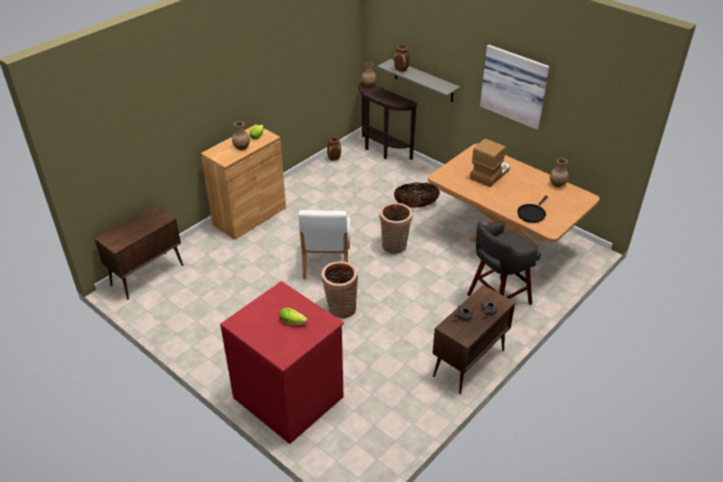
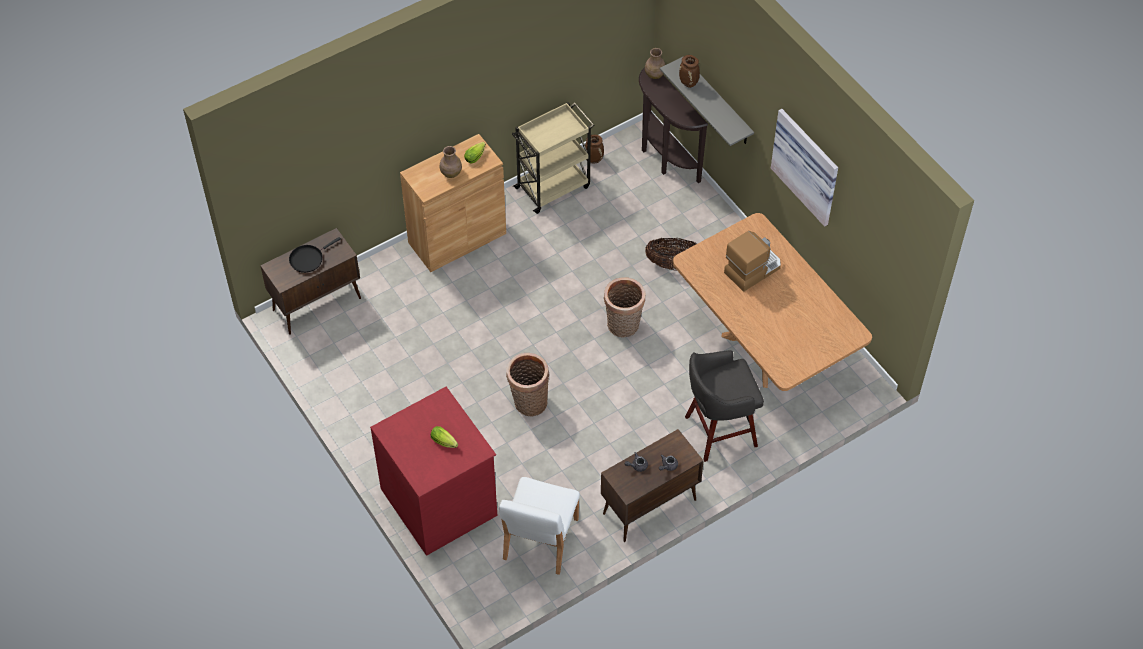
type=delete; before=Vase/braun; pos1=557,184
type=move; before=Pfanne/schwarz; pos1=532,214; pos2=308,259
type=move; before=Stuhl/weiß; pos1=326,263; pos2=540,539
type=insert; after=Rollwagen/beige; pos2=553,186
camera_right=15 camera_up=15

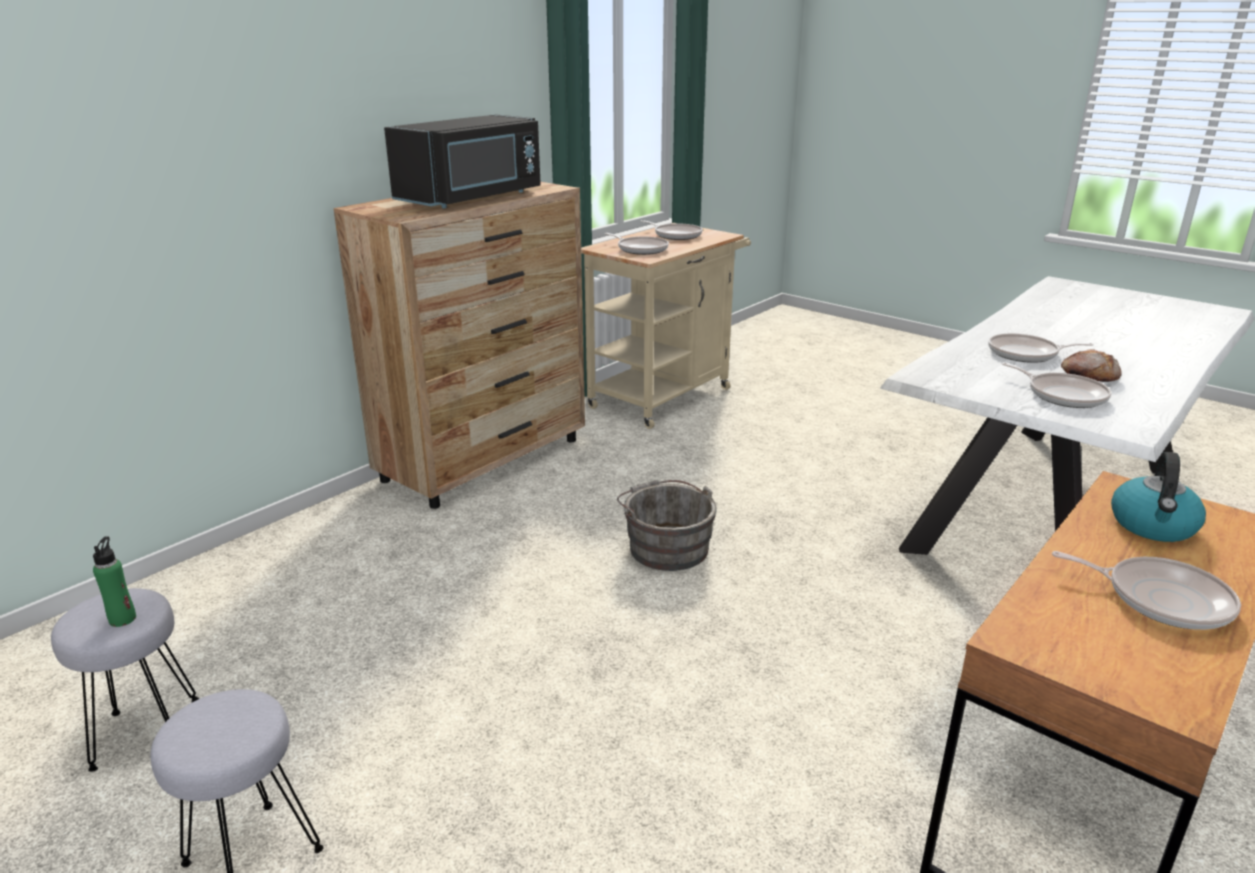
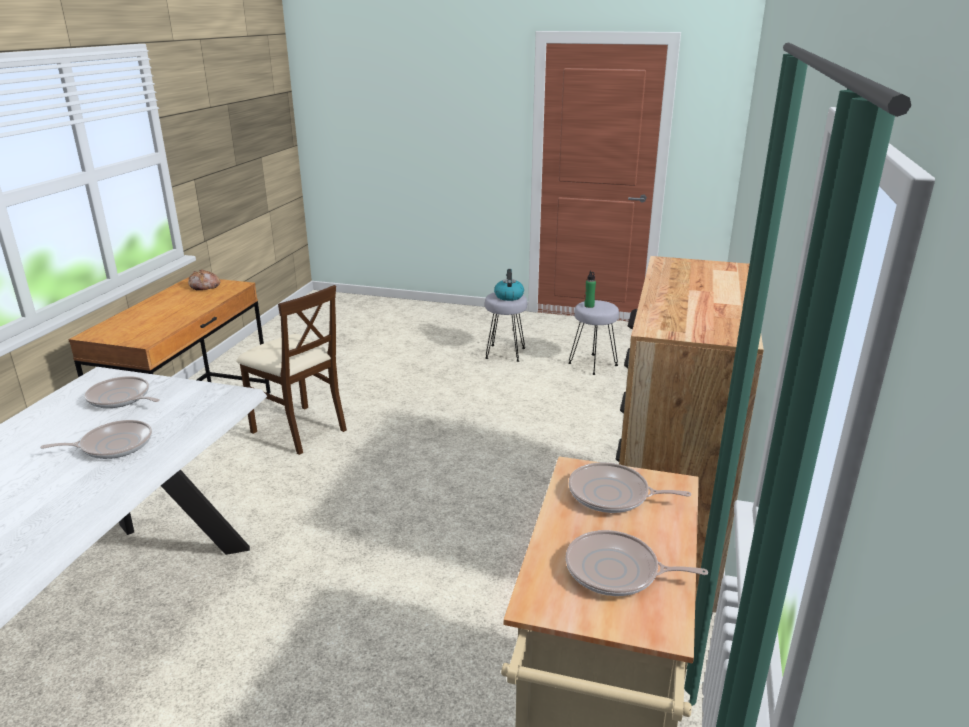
type=delete; before=Mikrowelle/schwarz; pos1=473,198
type=move; before=Brot; pos1=1088,375; pos2=204,286
type=move; before=Wasserkessel; pos1=1153,526; pos2=508,296
type=delete; before=Eimer/grau; pos1=666,546
type=delete; before=Pfanne; pos1=1161,599
type=insert; after=Stuhl/beige; pos2=299,429
camera_right=155 camera_up=0

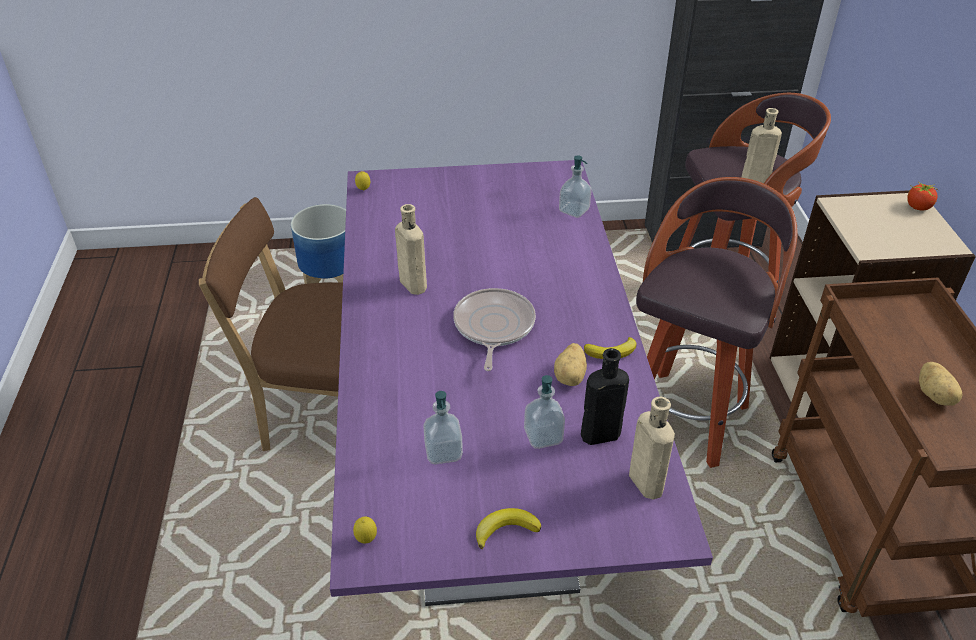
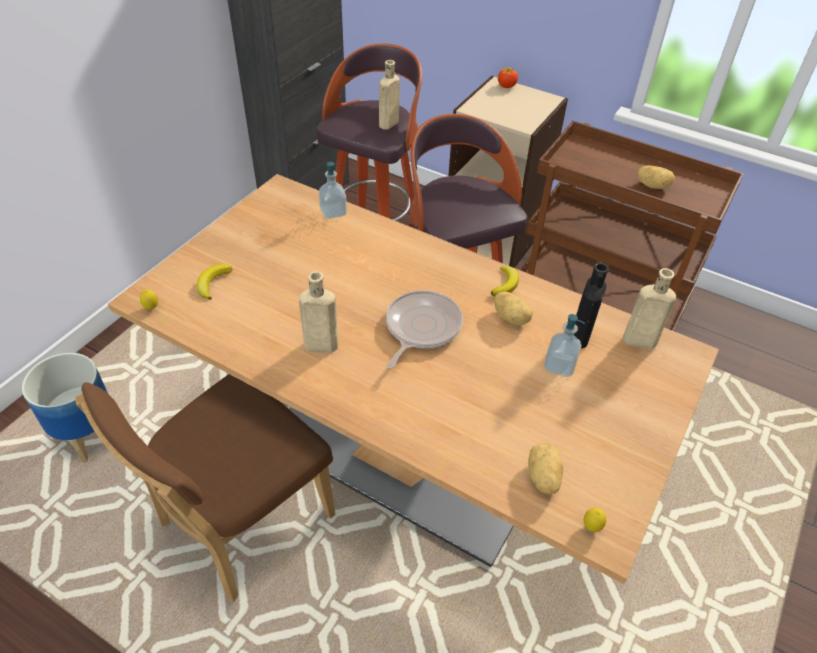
type=recolor; before=Esstisch/lila; after=Esstisch/beige; pos1=487,474; pos2=403,454
type=rotate; before=Pfanne; pos1=493,327; pos2=421,328; turn=75
type=delete; before=Seifenspender; pos1=443,452
type=move; before=Banane; pos1=506,529; pos2=212,283
type=insert; after=Kartoffel; pos2=542,477
camera_right=-55 camera_up=5

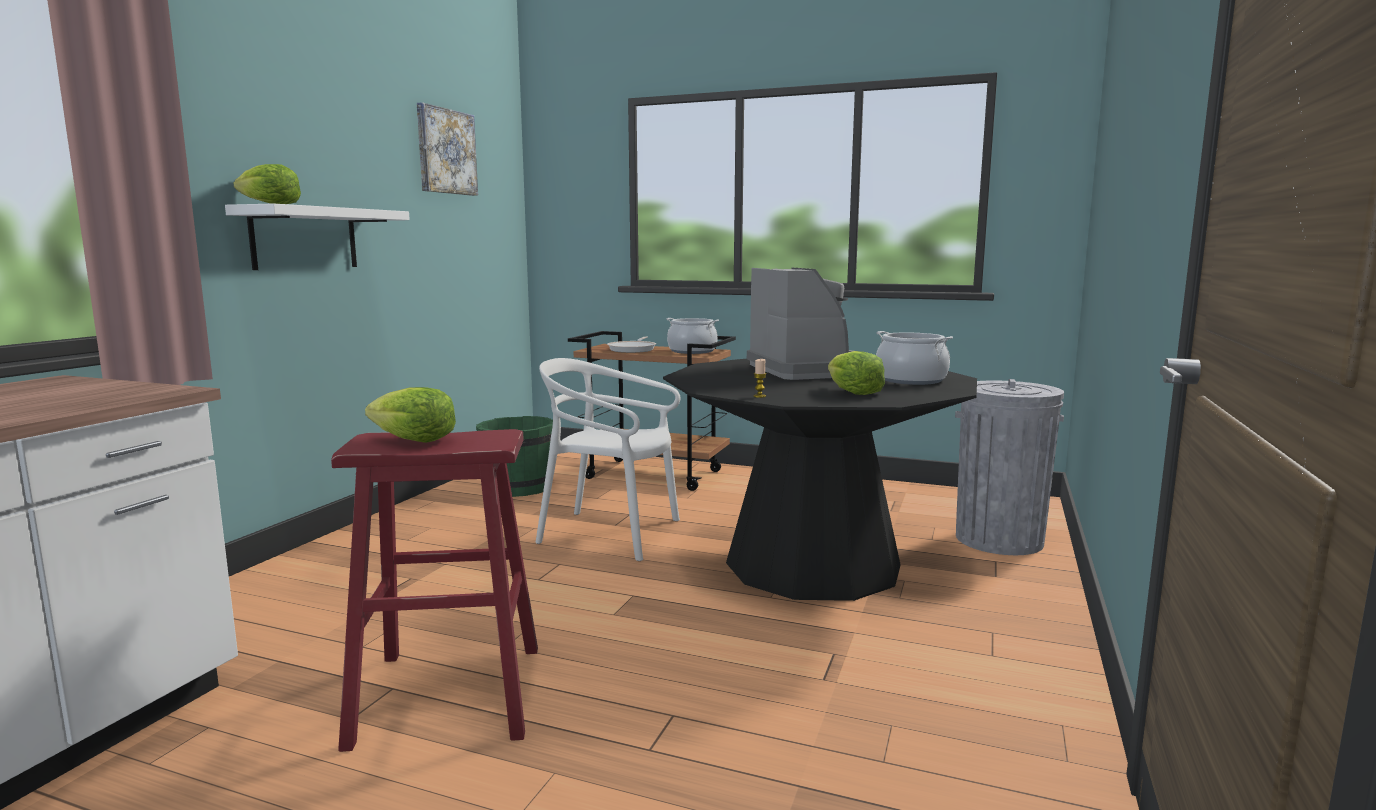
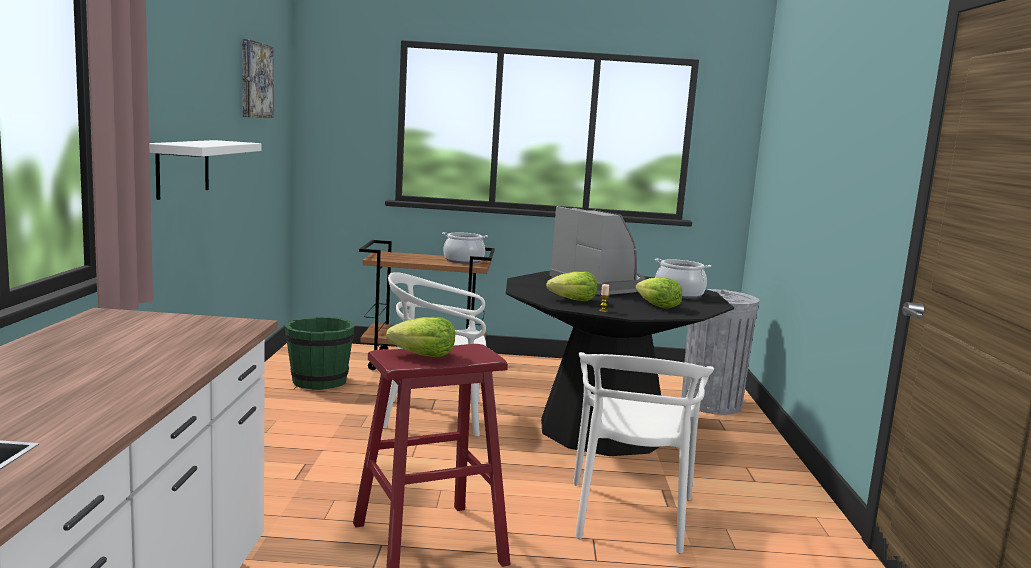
type=move; before=Salatkopf; pos1=269,204; pos2=573,300
type=delete; before=Pfanne; pos1=633,349
type=insert; after=Stuhl/weiß; pos2=630,515
camera_right=-20 camera_up=0

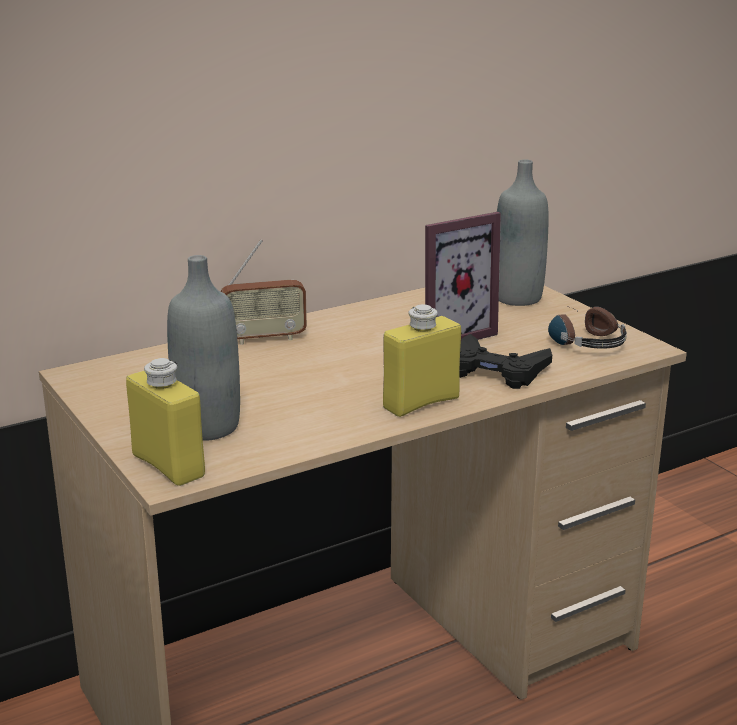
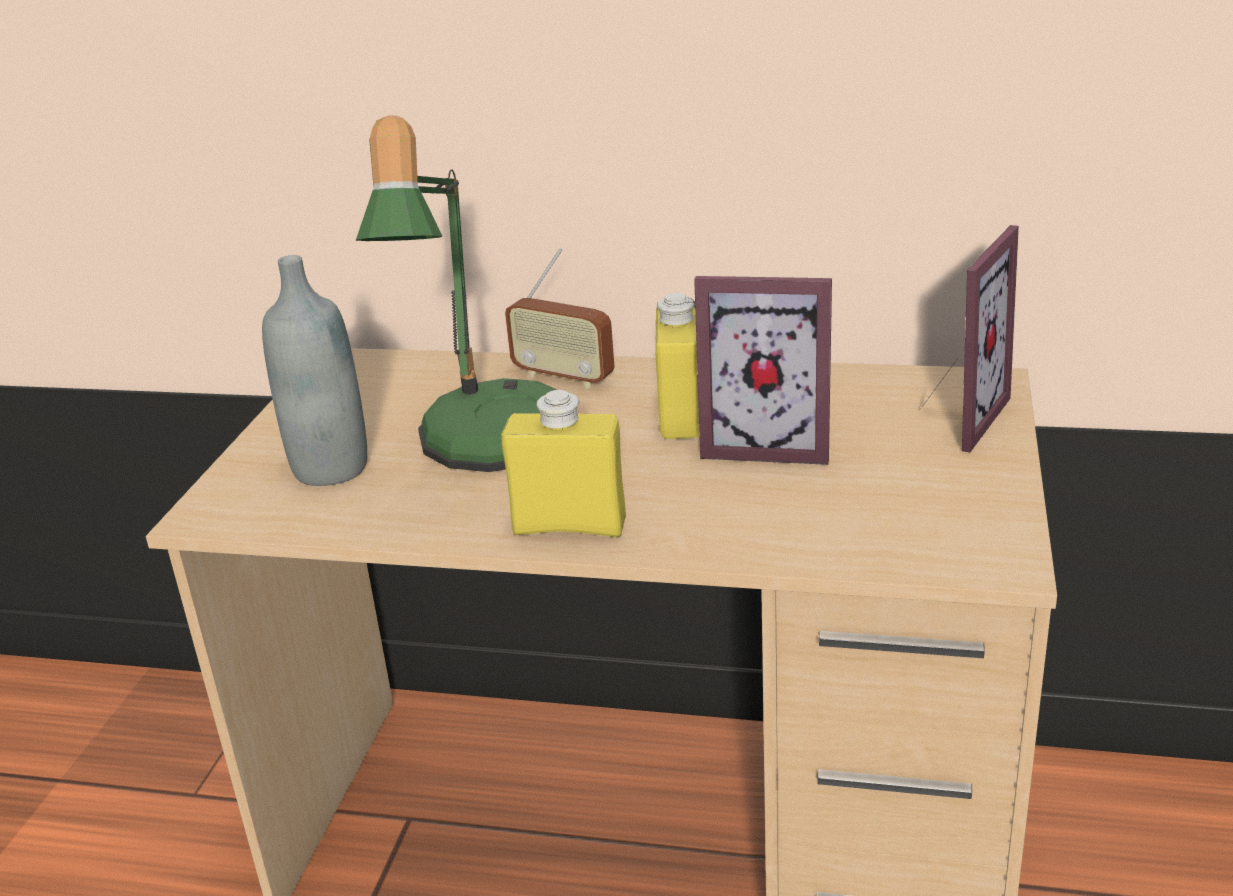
type=replace; before=Flasche/grau; after=Bilderrahmen; pos1=517,298; pos2=955,417
type=delete; before=Kopfhörer; pos1=581,339
type=delete; before=Gamepad/schwarz; pos1=496,370
type=move; before=Flasche/gelb; pos1=168,466; pos2=681,416
type=insert; after=Tischlampe; pos2=488,447
camera_right=45 camera_up=5

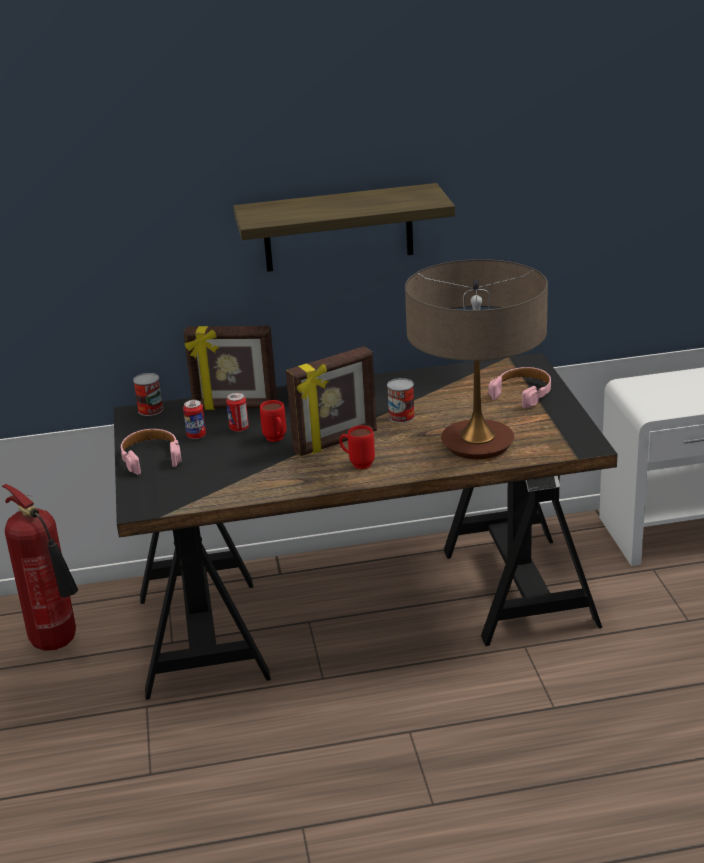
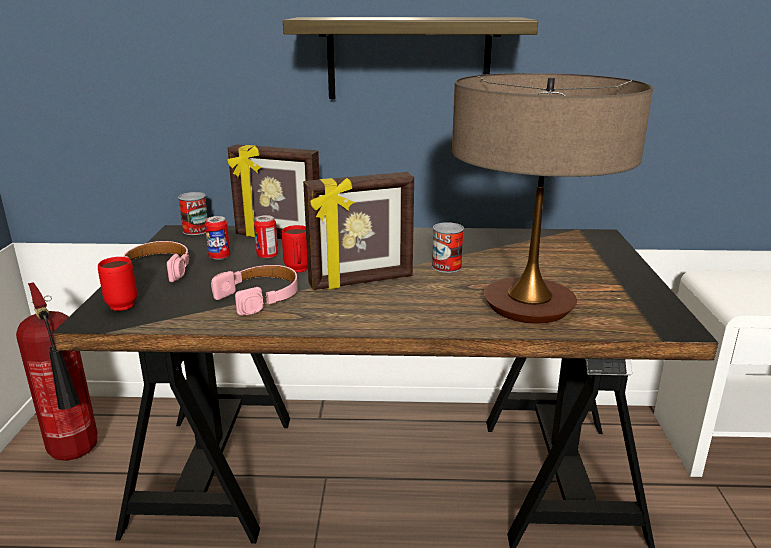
type=move; before=Kopfhörer/rosa; pos1=522,393; pos2=260,296
type=move; before=Henkelbecher/rot; pos1=357,464; pos2=118,304
camera_right=10 camera_up=-5

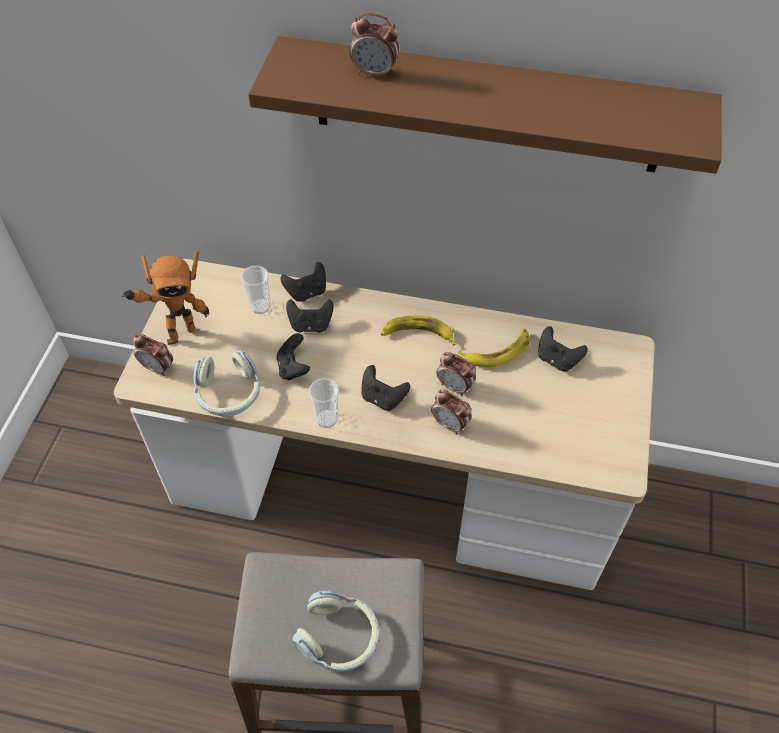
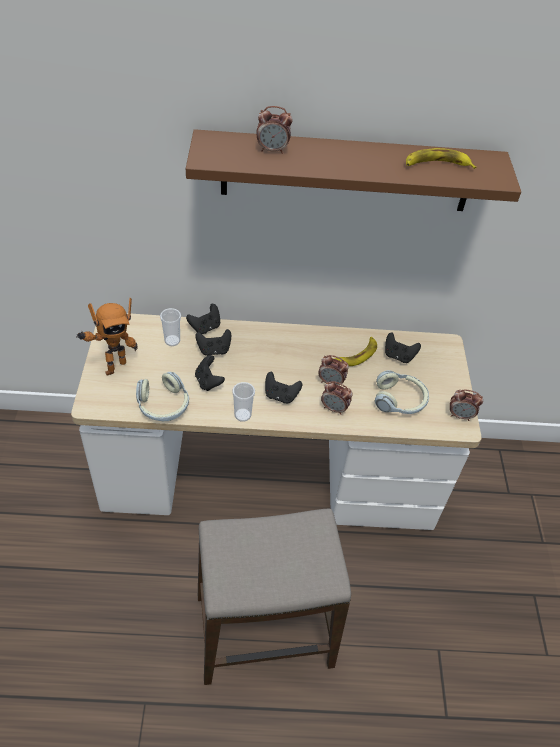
type=move; before=Banane; pos1=417,334; pos2=436,165
type=move; before=Wecker; pos1=158,368; pos2=460,415
type=move; before=Kopfhörer; pos1=339,637; pos2=400,400
camera_right=-15 camera_up=-5

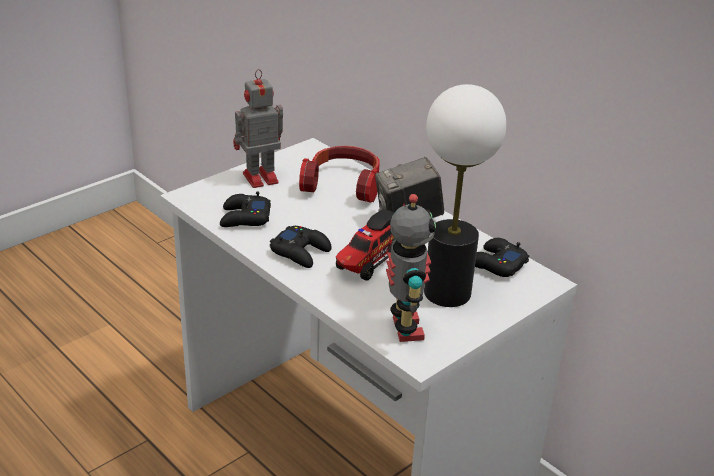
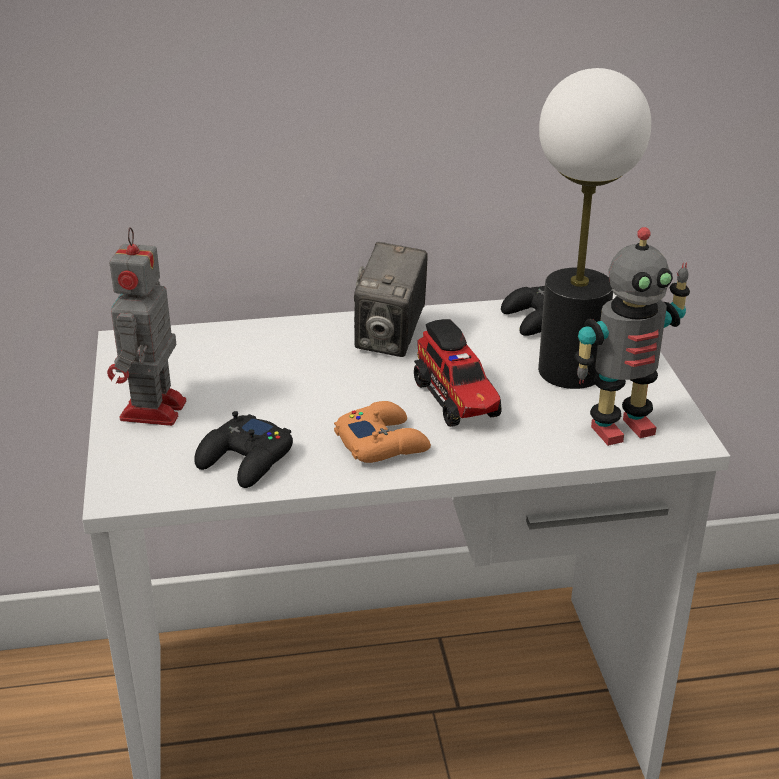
type=delete; before=Kopfhörer; pos1=343,184
type=rotate; before=Spielzeugroboter; pos1=404,329; pos2=620,427; turn=135
type=recolor; before=Gamepad/schwarz; after=Gamepad/orange; pos1=301,252; pos2=382,442
camera_right=-55 camera_up=0

